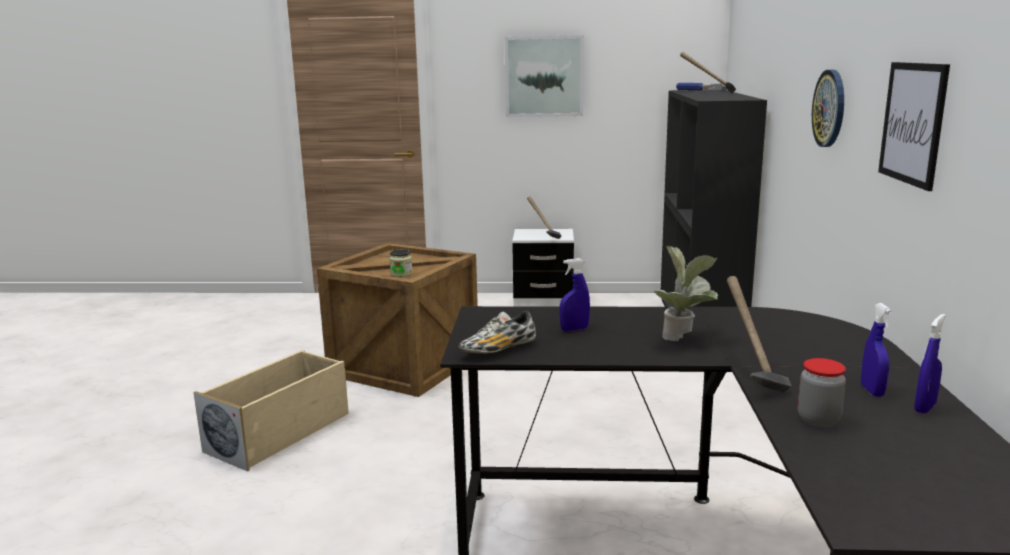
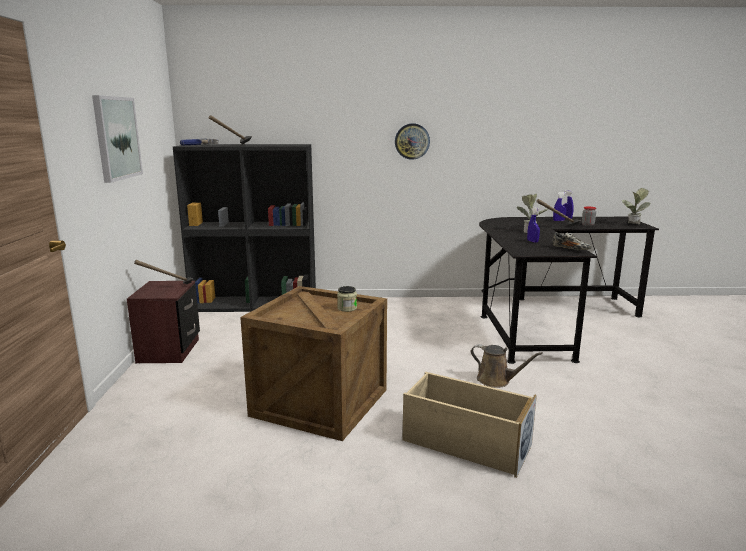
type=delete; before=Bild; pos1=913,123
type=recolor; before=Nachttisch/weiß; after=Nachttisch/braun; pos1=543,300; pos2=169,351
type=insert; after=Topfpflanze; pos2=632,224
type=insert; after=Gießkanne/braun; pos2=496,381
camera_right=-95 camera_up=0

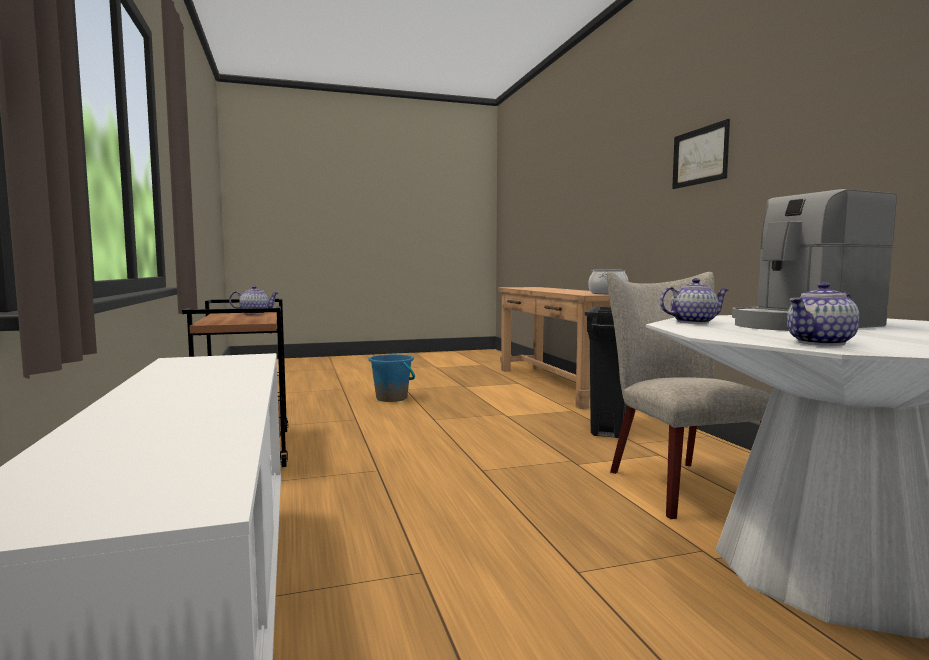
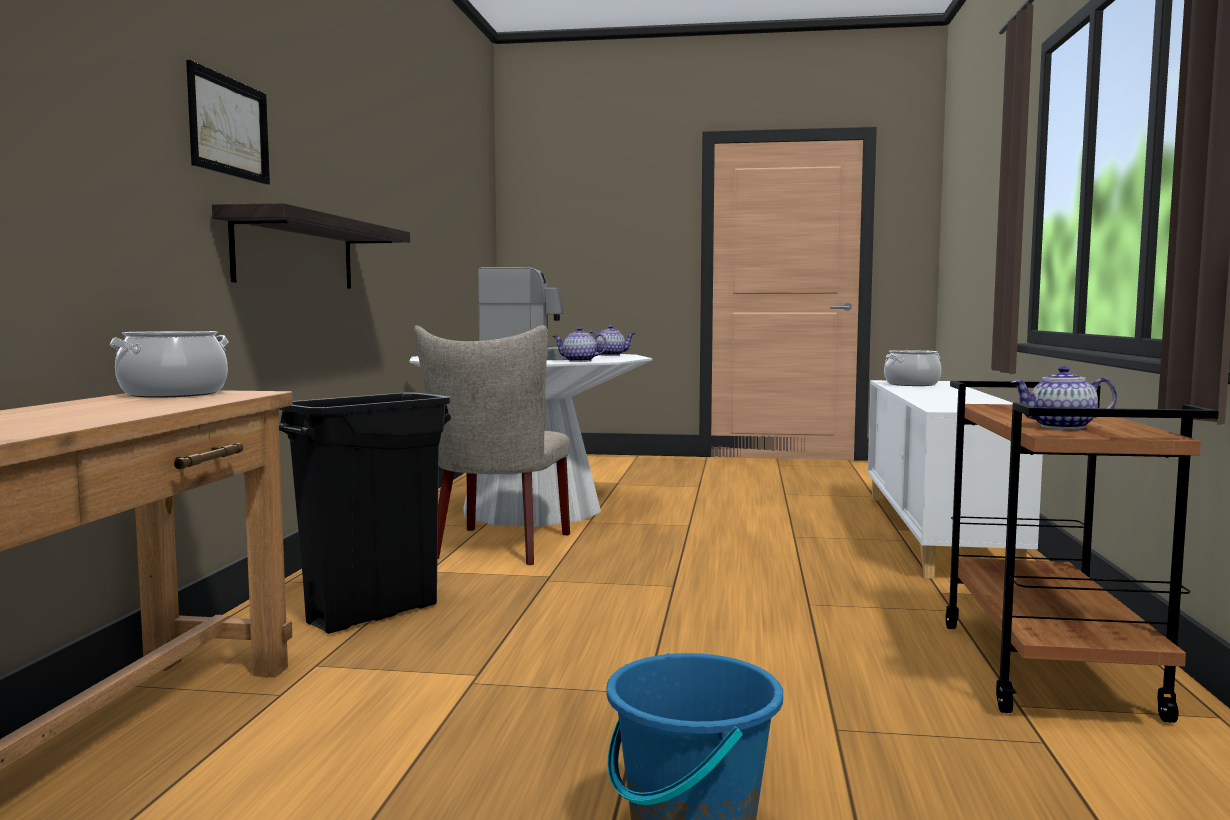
type=insert; after=Wandregal; pos2=296,253
type=insert; after=Kochtopf; pos2=911,384
camera_right=-155 camera_up=0

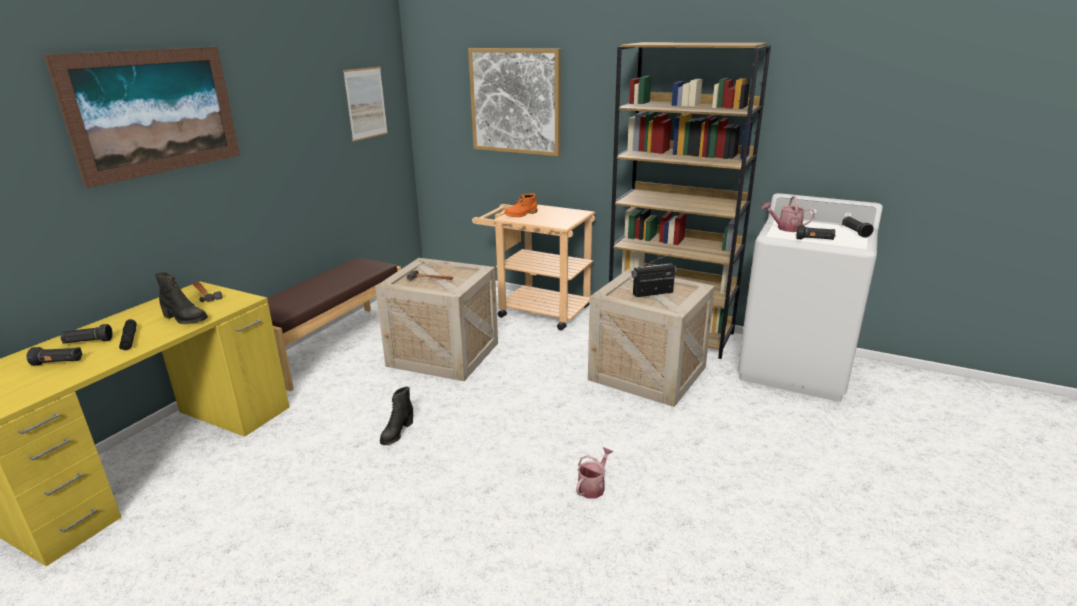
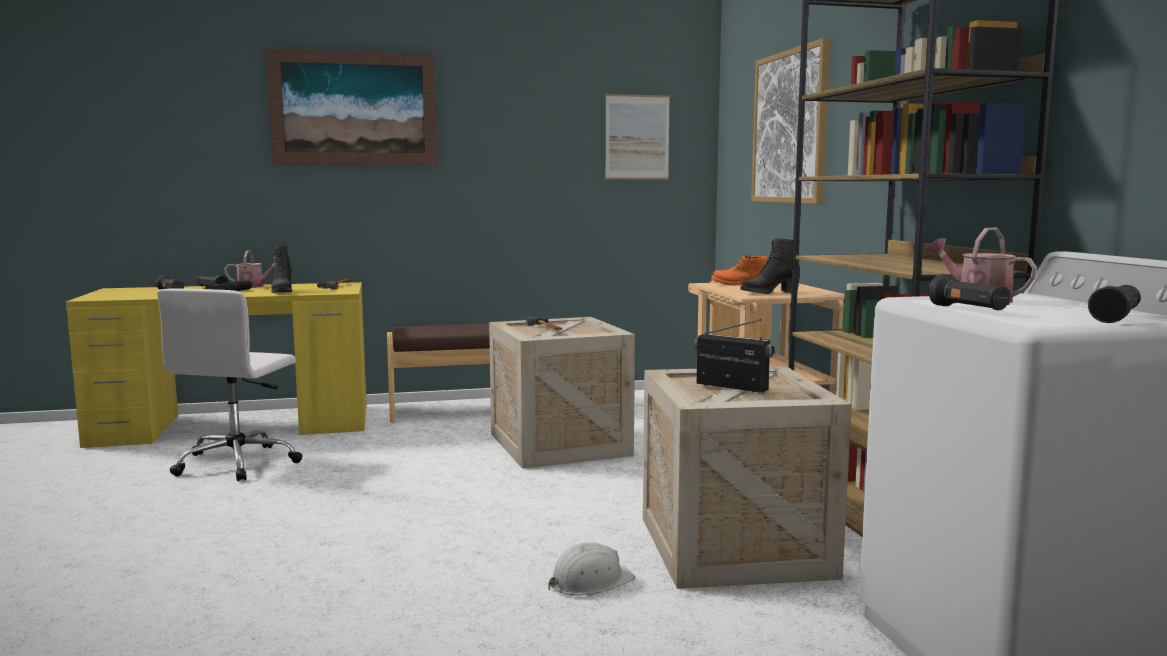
type=move; before=Stiefel/schwarz; pos1=397,433; pos2=769,293
type=move; before=Gießkanne; pos1=593,486; pos2=254,286
type=insert; after=Bürostuhl/weiß; pos2=238,463
type=insert; after=Schutzhelm/weiß; pos2=590,582
camera_right=50 camera_up=-15

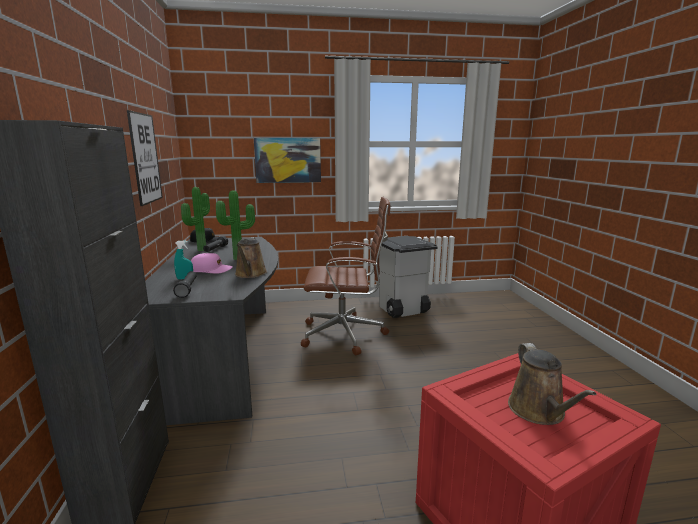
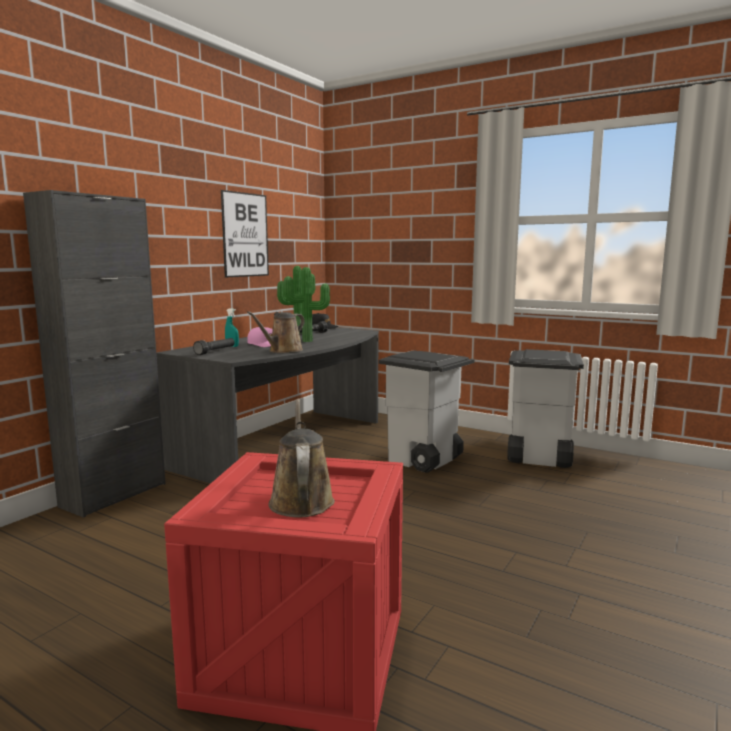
type=delete; before=Bild; pos1=288,160
type=replace; before=Bürostuhl/braun; after=Mülleimer/grau; pos1=346,334; pos2=424,461
type=rotate; before=Gießkanne/braun; pos1=539,411; pos2=301,500; turn=135
camera_right=40 camera_up=-5

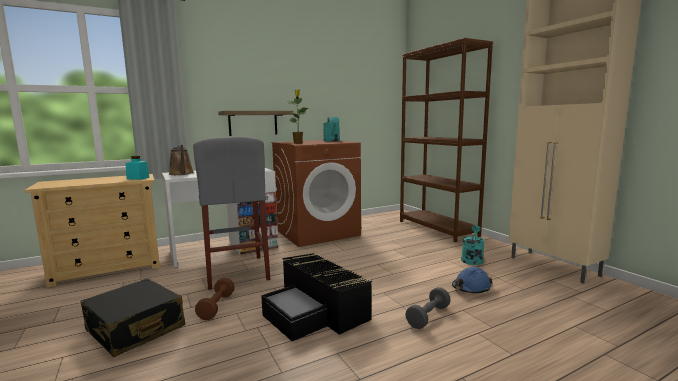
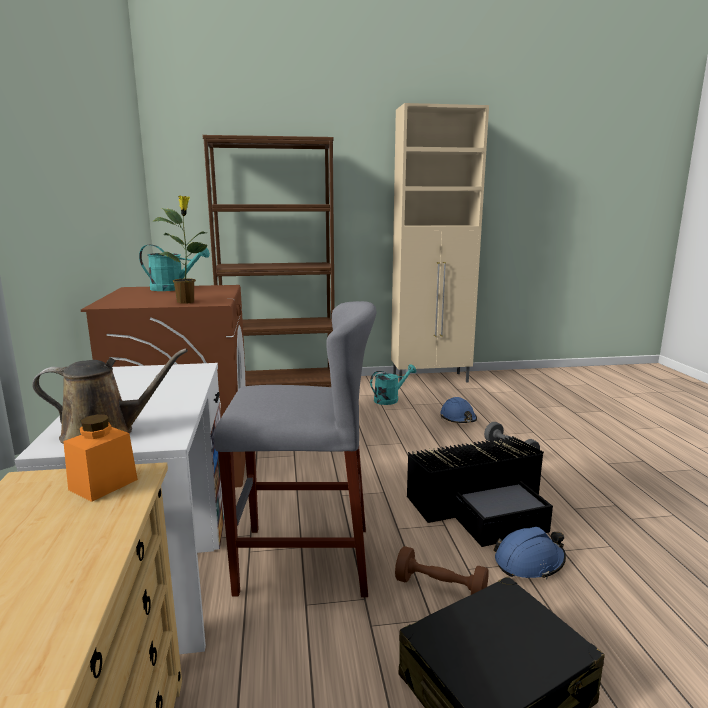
type=delete; before=Wandregal; pos1=253,123
type=recolor; before=Vorratsglas/türkis; after=Vorratsglas/orange; pos1=138,178; pos2=103,484
type=rotate; before=Gießkanne/türkis; pos1=472,259; pos2=390,399; turn=105
type=insert; after=Schutzhelm/blau; pos2=529,562
camera_right=-70 camera_up=5

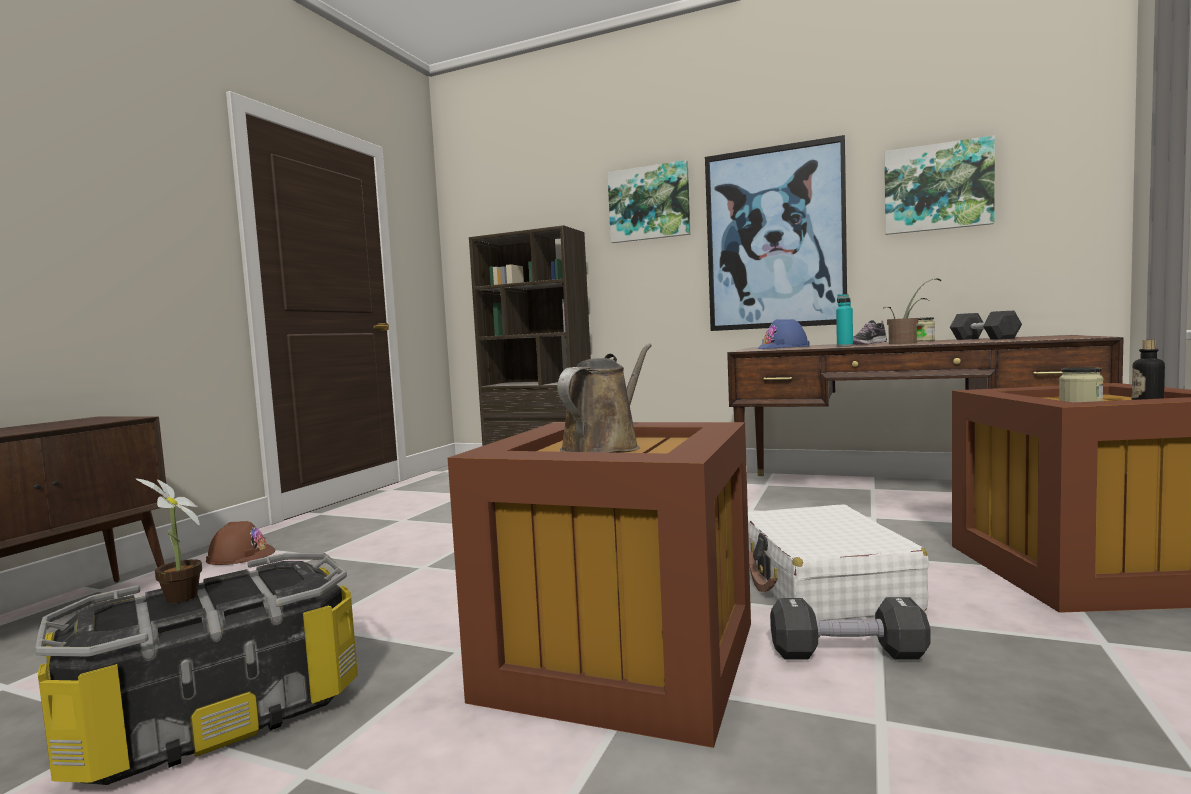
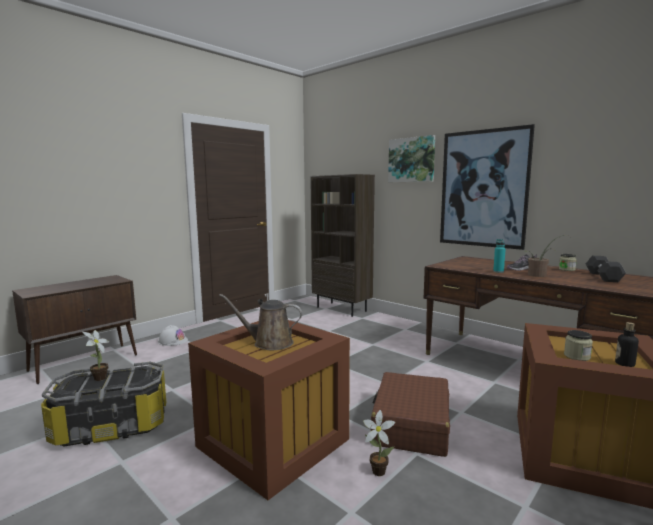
type=delete; before=Bild; pos1=937,187
type=delete; before=Schutzhelm/blau; pos1=783,347
type=rotate; before=Gießkanne/braun; pos1=605,447; pos2=269,343; turn=-135
type=recolor; before=Koffer/weiß; after=Koffer/braun; pos1=824,586; pos2=411,425
type=recolor; before=Schutzhelm/braun; after=Schutzhelm/weiß; pos1=241,555; pos2=173,341
type=replace; before=Hantel/schwarz; after=Topfpflanze; pos1=847,654; pos2=377,470
camera_right=20 camera_up=5

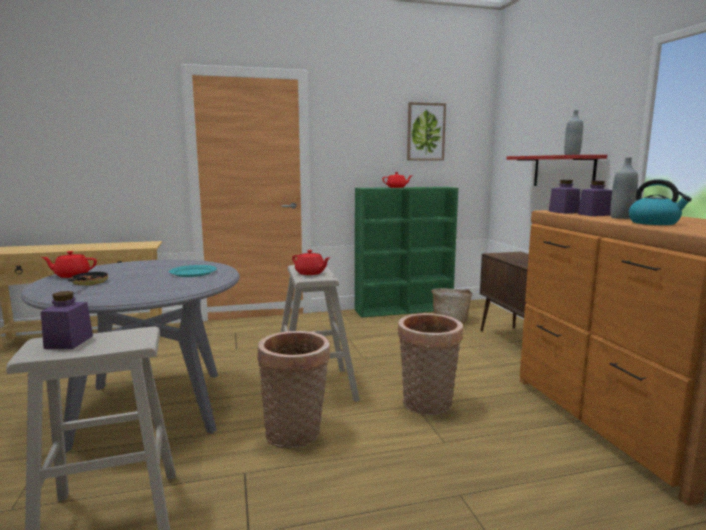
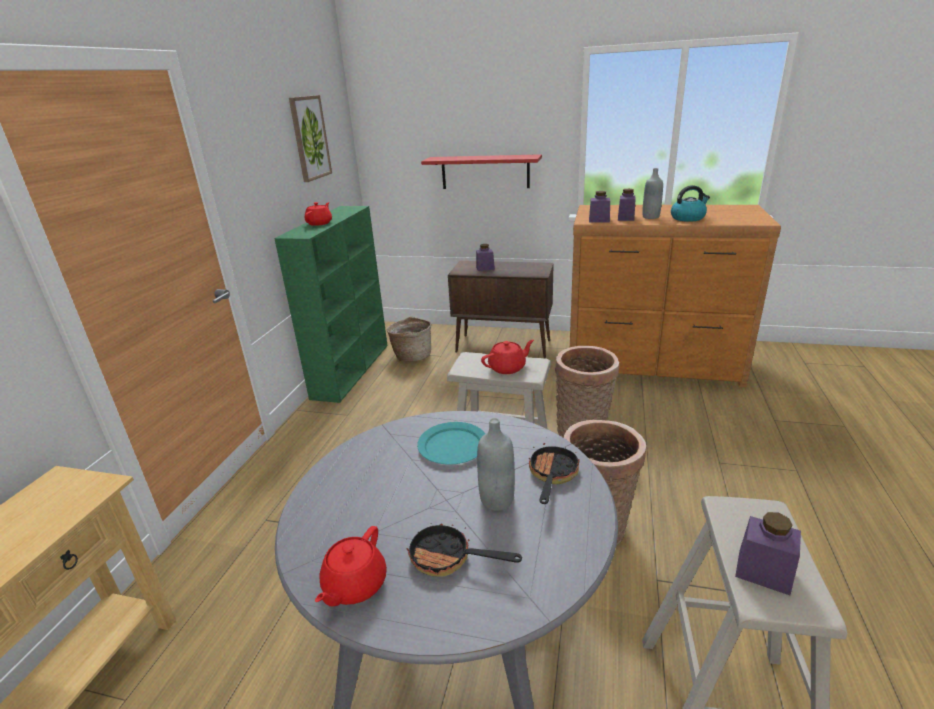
type=move; before=Flasche/grau; pos1=572,154; pos2=497,500
type=insert; after=Vorratsglas/lila; pos2=485,268
type=insert; after=Pfanne; pos2=552,475
camera_right=-60 camera_up=15

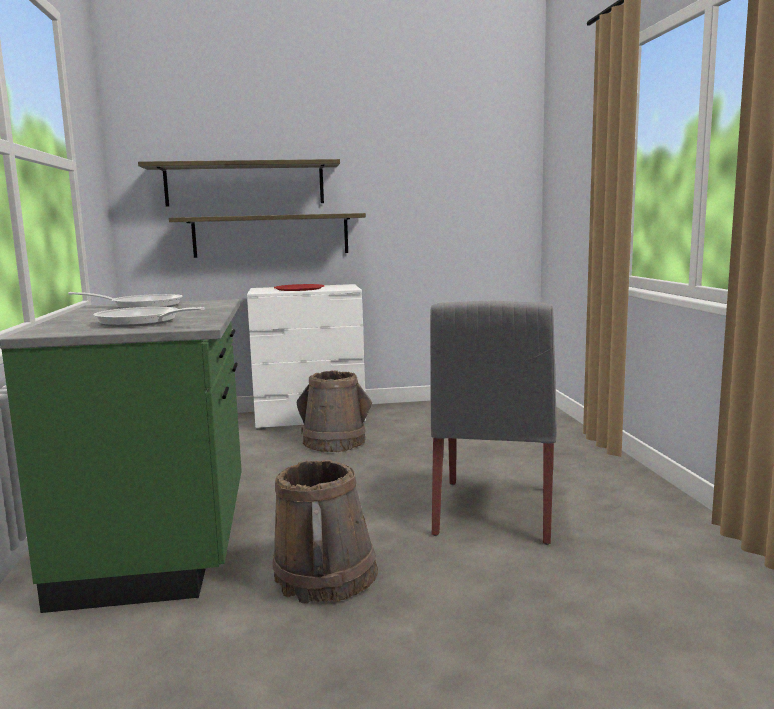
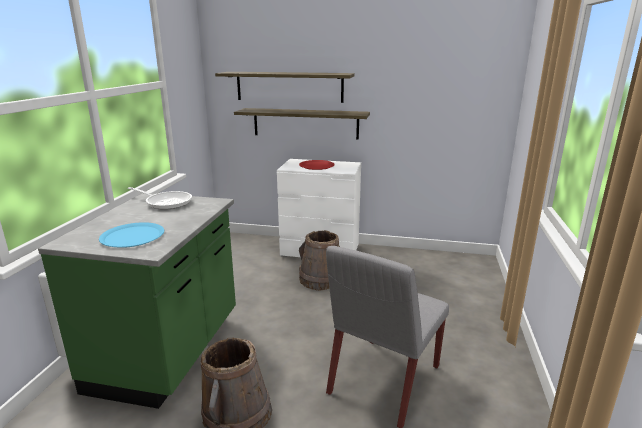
type=replace; before=Pfanne; after=Teller/blau; pos1=142,322; pos2=132,236
camera_right=20 camera_up=10

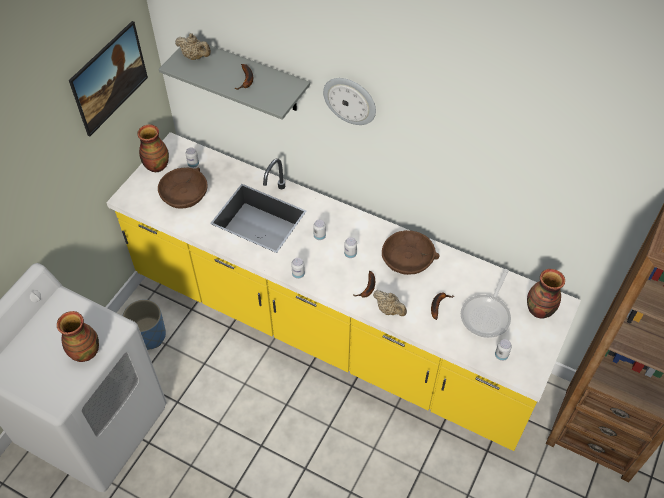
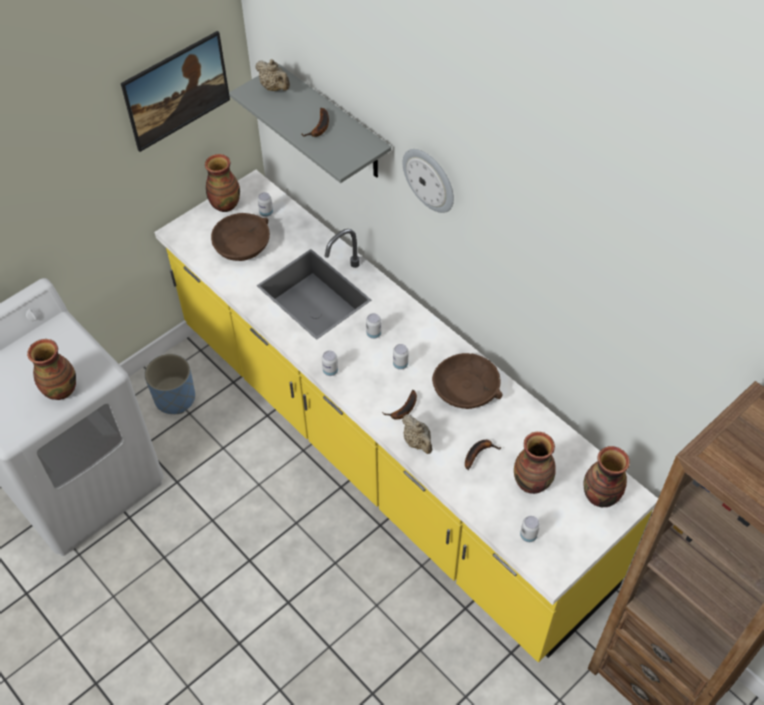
type=replace; before=Pfanne; after=Vase; pos1=487,315; pos2=532,482
camera_right=20 camera_up=0

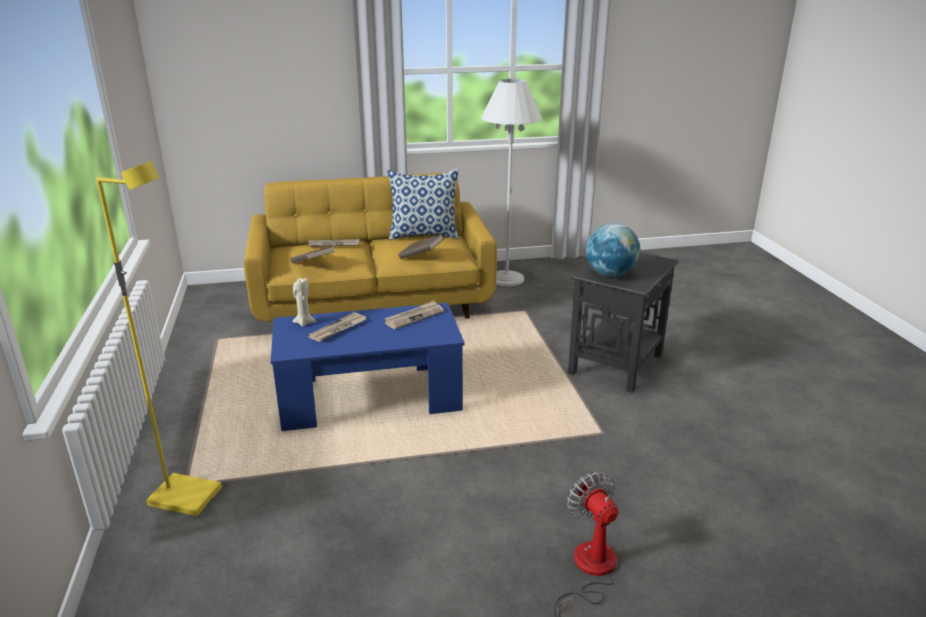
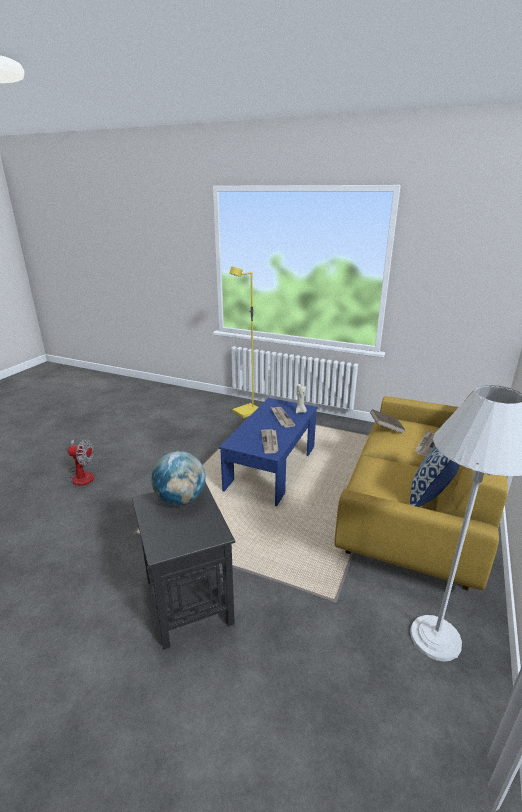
type=delete; before=Buch/braun; pos1=421,256
camera_right=125 camera_up=0

